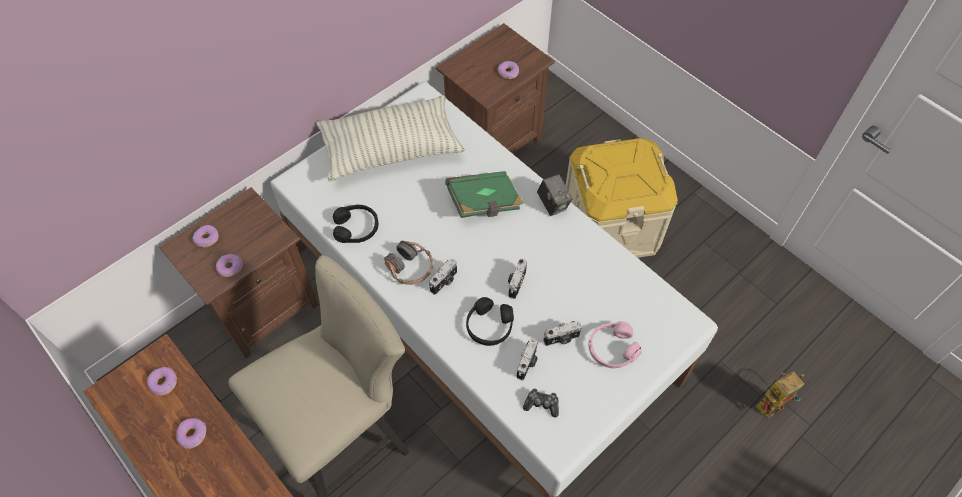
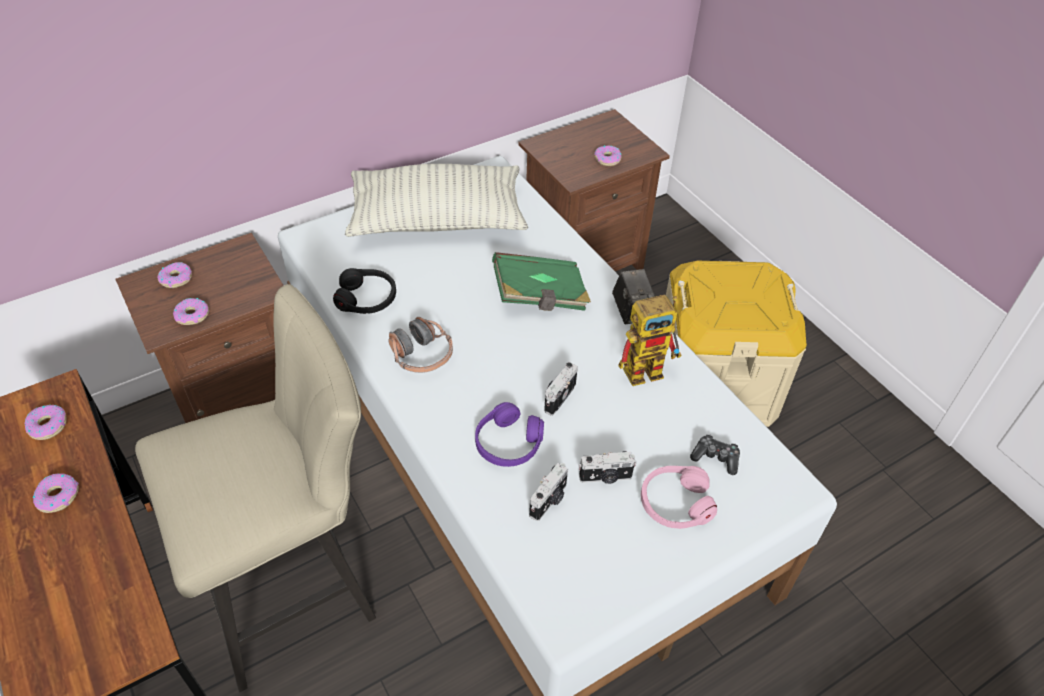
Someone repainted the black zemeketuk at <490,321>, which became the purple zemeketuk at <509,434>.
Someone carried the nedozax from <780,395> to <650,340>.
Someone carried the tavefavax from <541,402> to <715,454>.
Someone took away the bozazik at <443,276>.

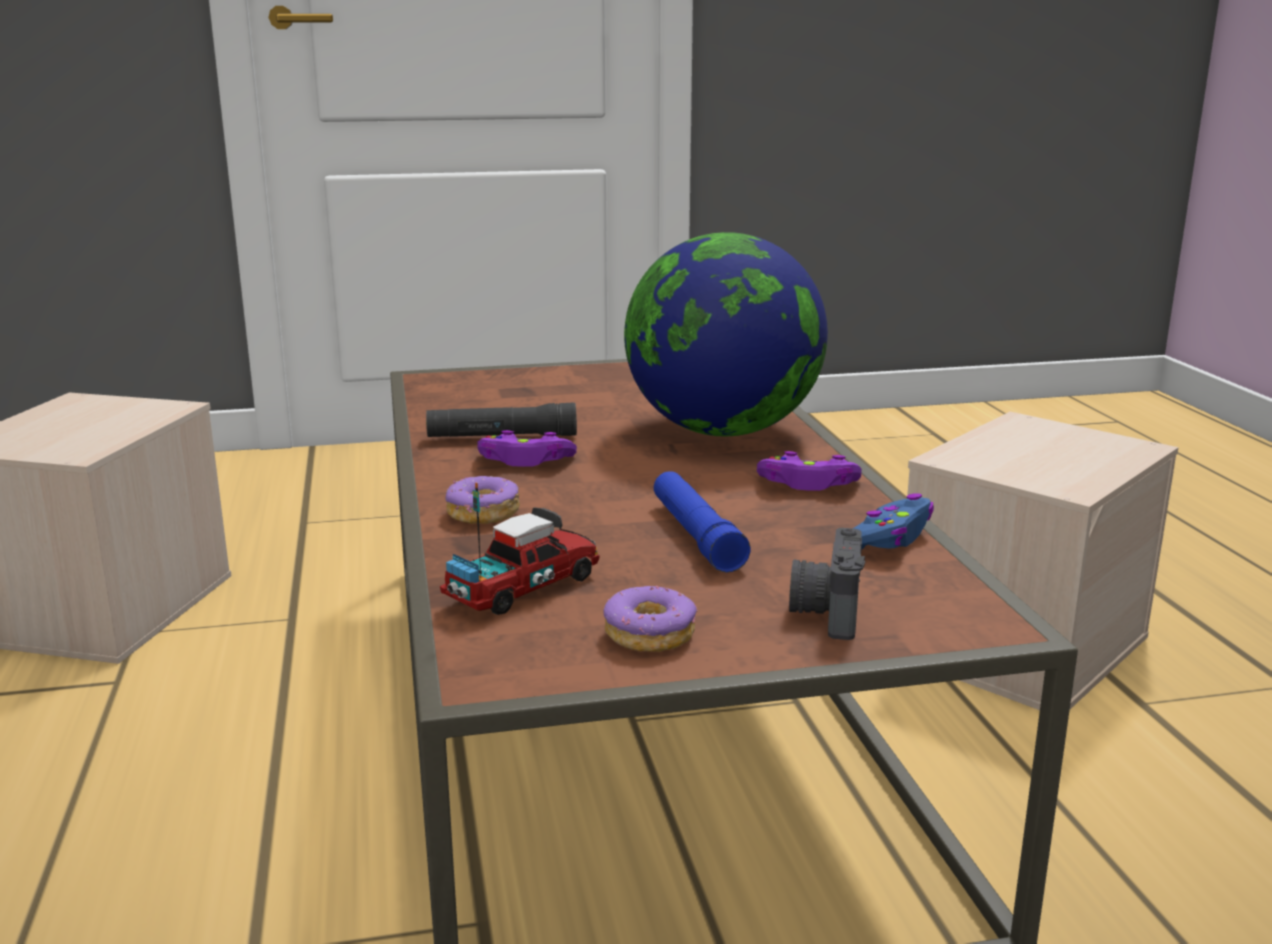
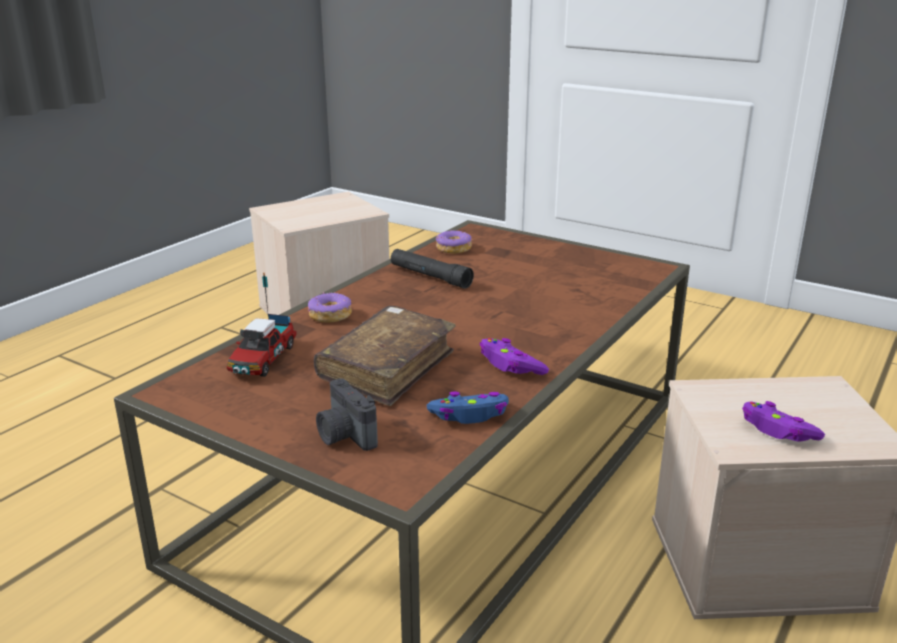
Someone rotated the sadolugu at <520,549> by 105 degrees clockwise.
Someone swapped the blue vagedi at <702,521> for the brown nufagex at <385,356>.
Someone rotated the bozazik at <827,584> by 90 degrees counterclockwise.
Someone carried the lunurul from <651,619> to <454,242>.
Someone carried the purple tavefavax from <527,448> to <783,421>.
Someone took away the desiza at <726,334>.

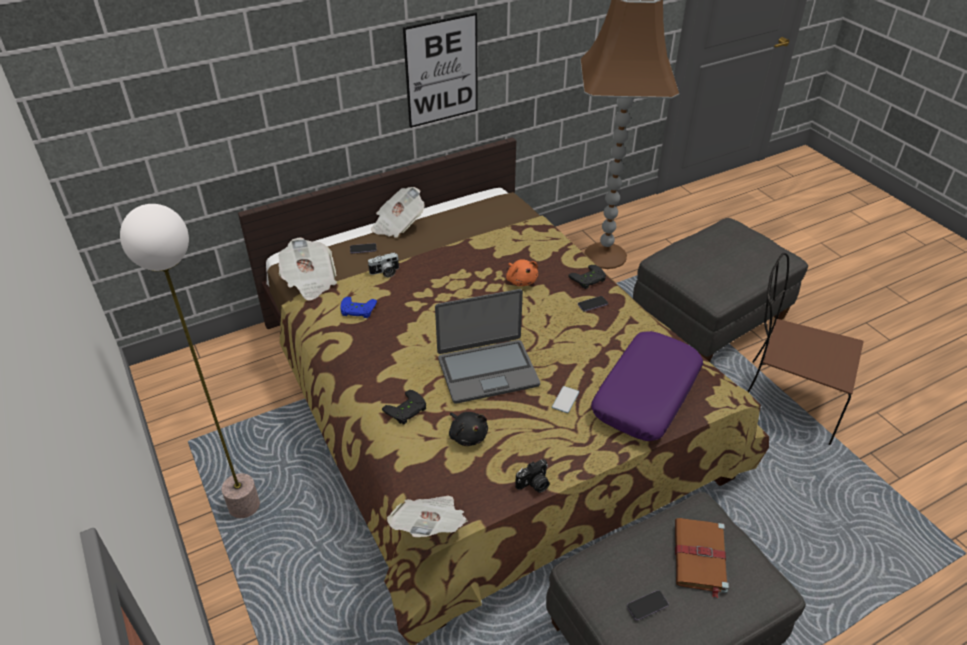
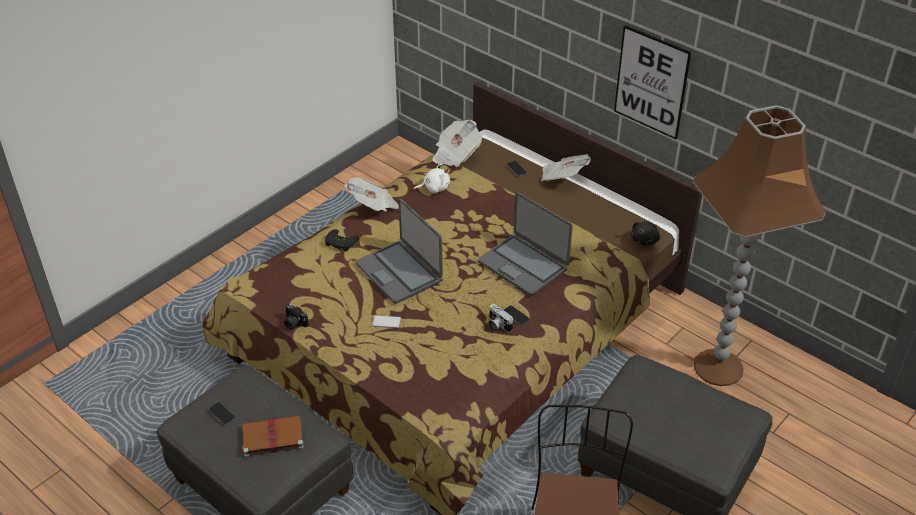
Someone carried the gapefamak from <427,516> to <371,194>.
Someone swapped the blue tavefavax at <359,307> for the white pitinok at <431,178>.
Someone swapped the orange pitinok at <522,272> for the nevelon at <525,244>.
Someone carried the bozazik from <383,265> to <500,318>.
Someone carried the black pitinok from <468,429> to <645,233>.
Someone took away the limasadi at <190,361>.
Someone took away the black tavefavax at <587,277>.
Someone took away the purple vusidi at <647,386>.

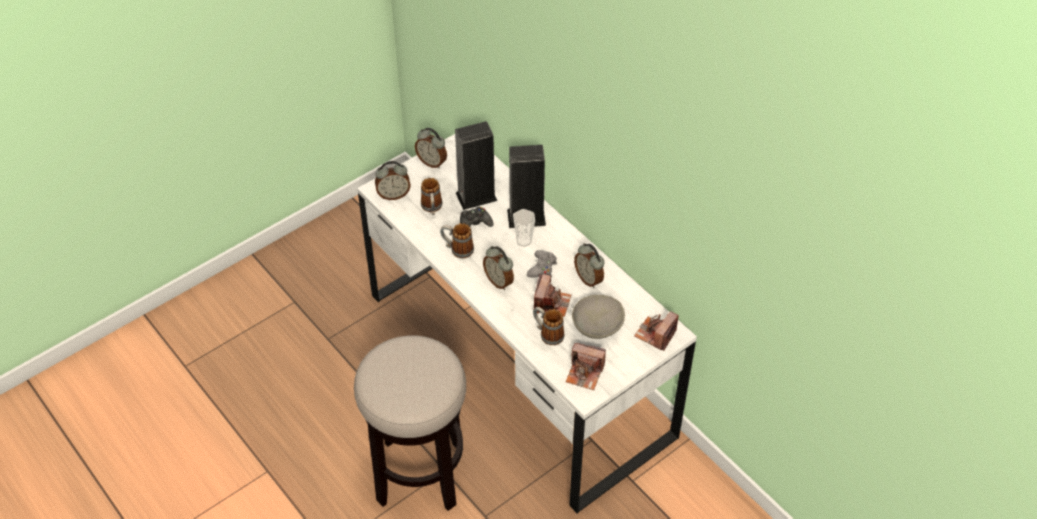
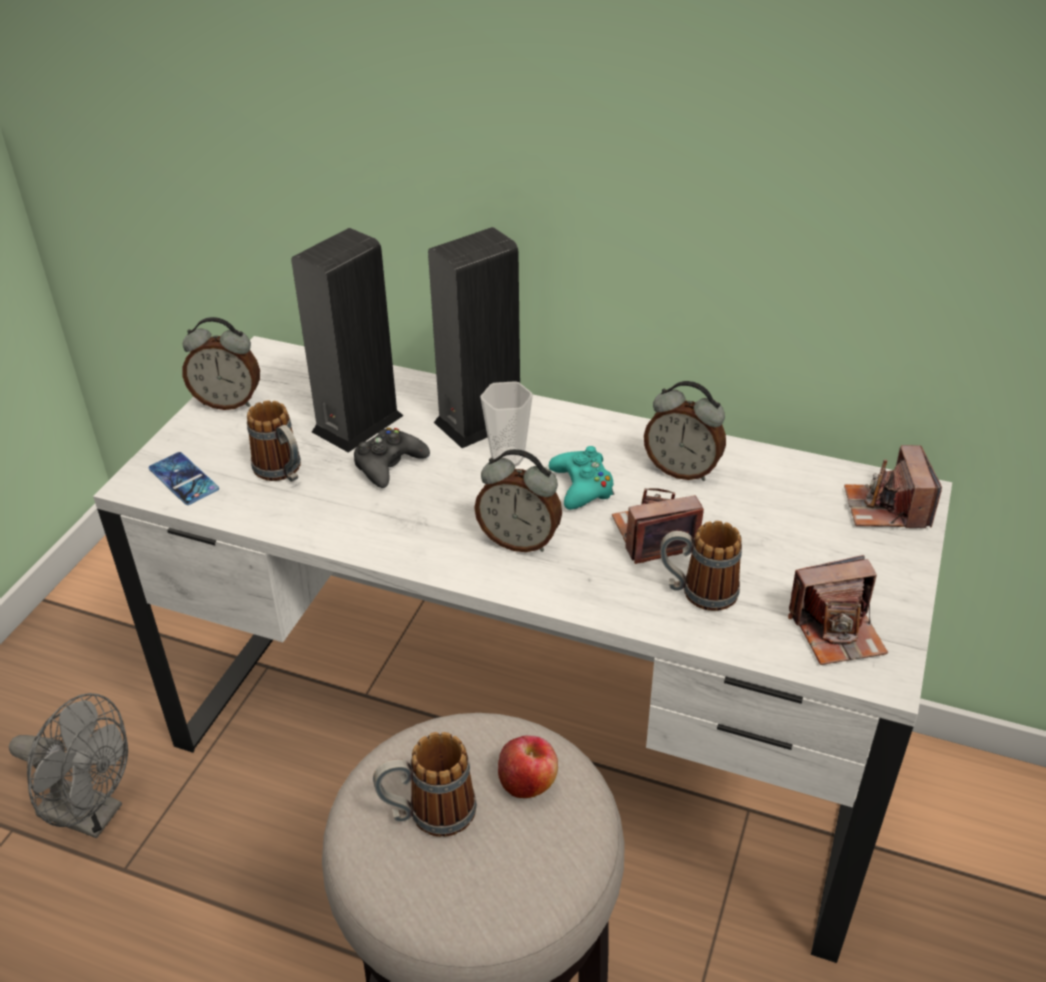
Someone put down the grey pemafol at <68,765>.
Someone swapped the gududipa at <393,180> for the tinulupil at <184,478>.
Someone carried the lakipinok from <457,240> to <425,784>.
Someone put down the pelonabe at <528,767>.
Someone repainted the grey tavefavax at <542,264>, which became the turquoise tavefavax at <581,478>.
Someone rotated the bozazik at <552,295> by 90 degrees counterclockwise.
Someone took away the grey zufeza at <598,317>.

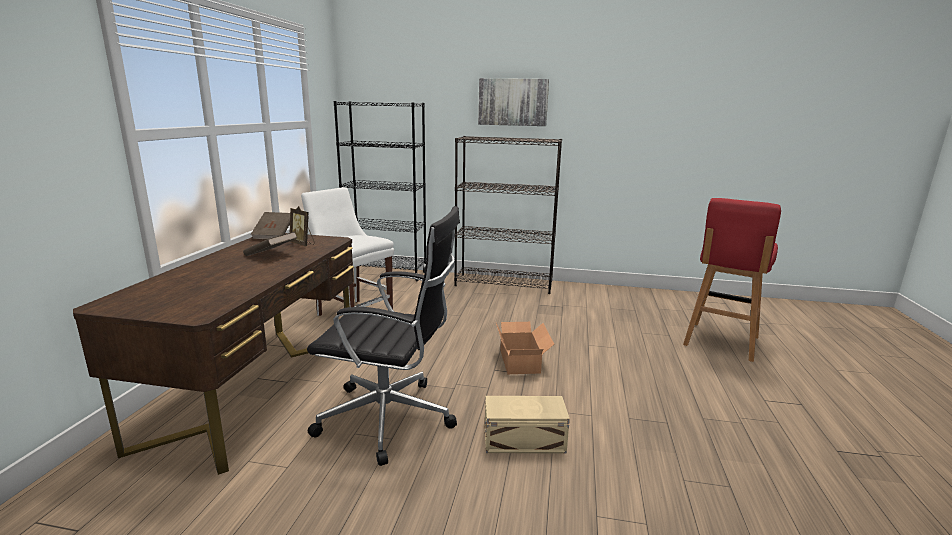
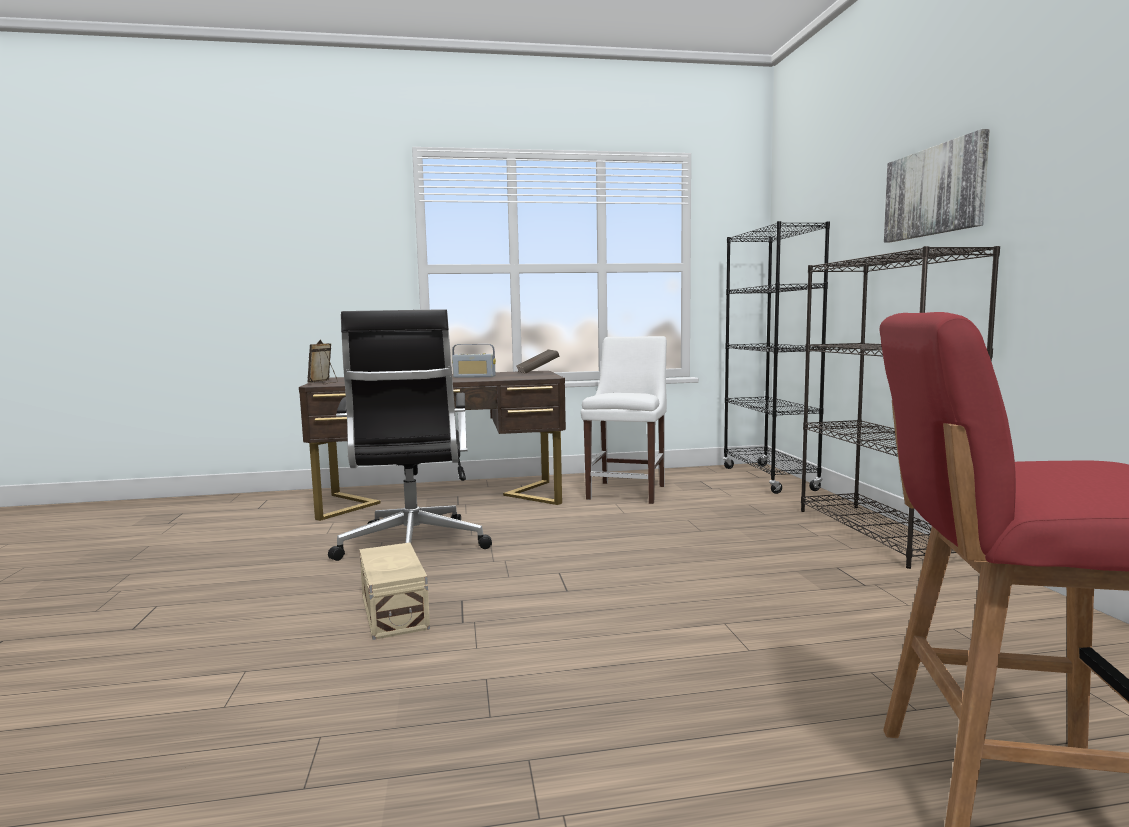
Someone carried the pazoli from <302,226> to <323,362>.
Someone swapped the brown nufagex at <270,244> for the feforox at <474,361>.
Someone took away the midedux at <525,348>.

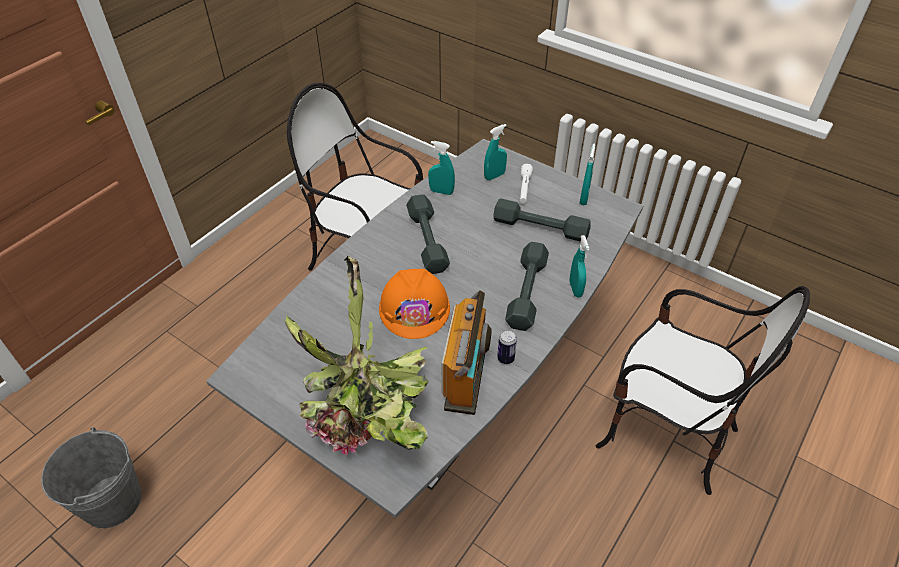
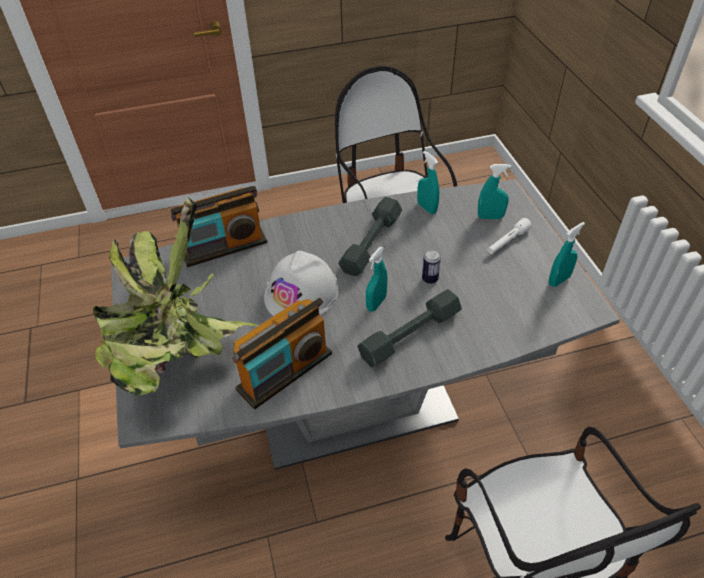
Someone put down the feforox at <218,226>.
Someone repainted the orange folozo at <414,304>, which became the white folozo at <301,283>.
Someone carried the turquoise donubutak from <579,266> to <376,279>.
Someone carried the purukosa from <507,347> to <431,267>.
Someone took away the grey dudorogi at <91,477>.
Someone took away the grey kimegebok at <542,220>.

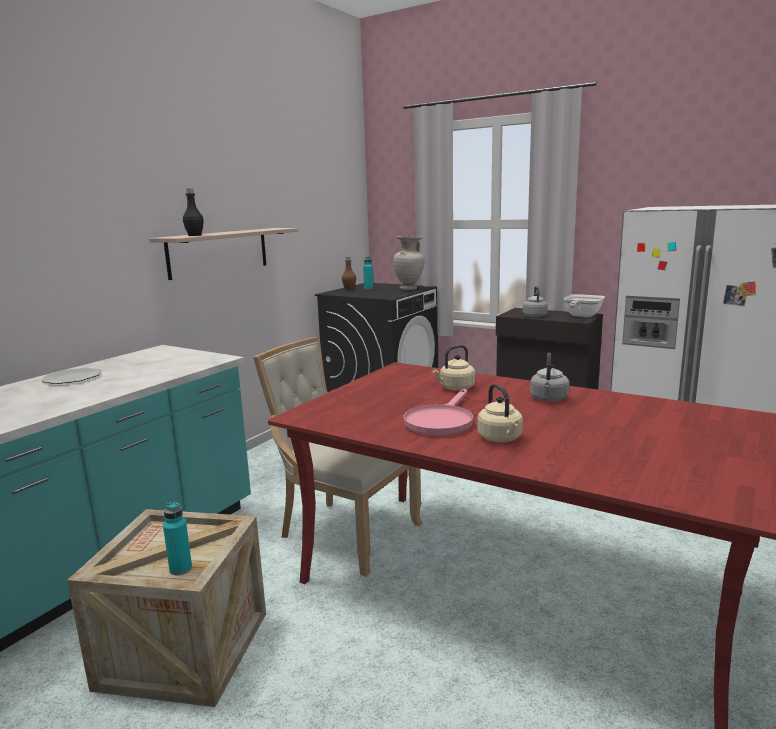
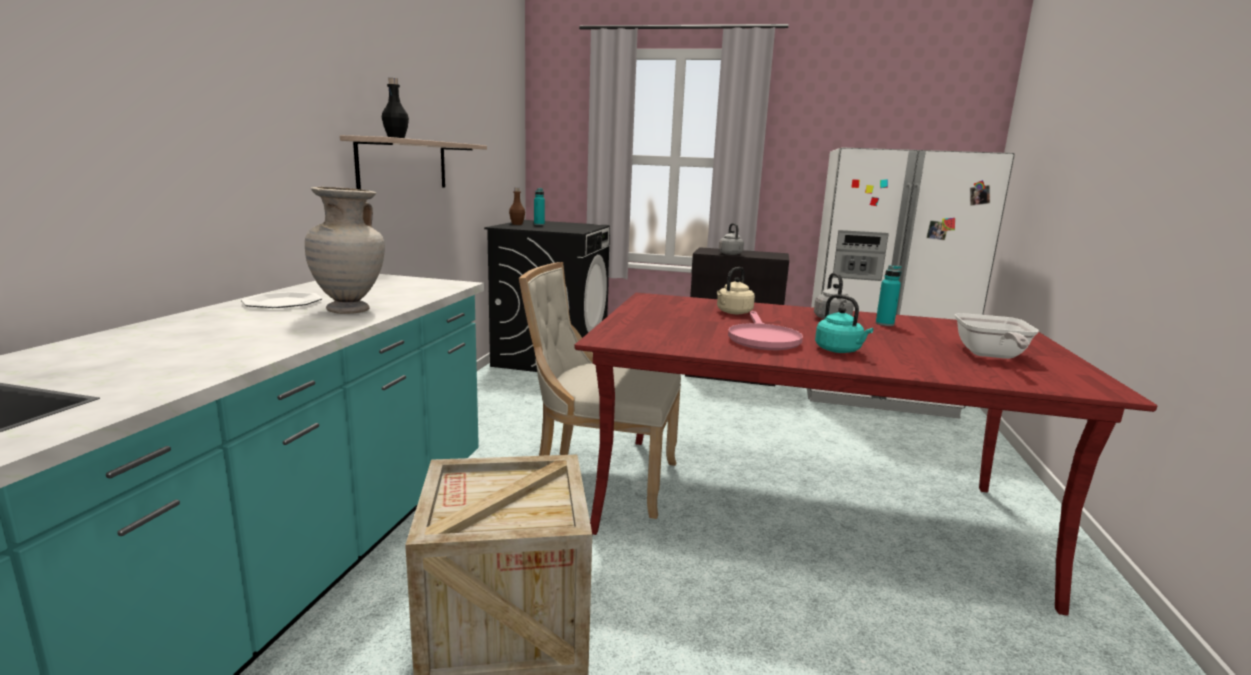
Someone carried the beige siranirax from <409,263> to <345,250>.
Someone repainted the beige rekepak at <500,413>, which became the turquoise rekepak at <844,323>.
Someone carried the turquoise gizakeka from <177,538> to <889,295>.
Someone carried the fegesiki from <584,305> to <997,336>.

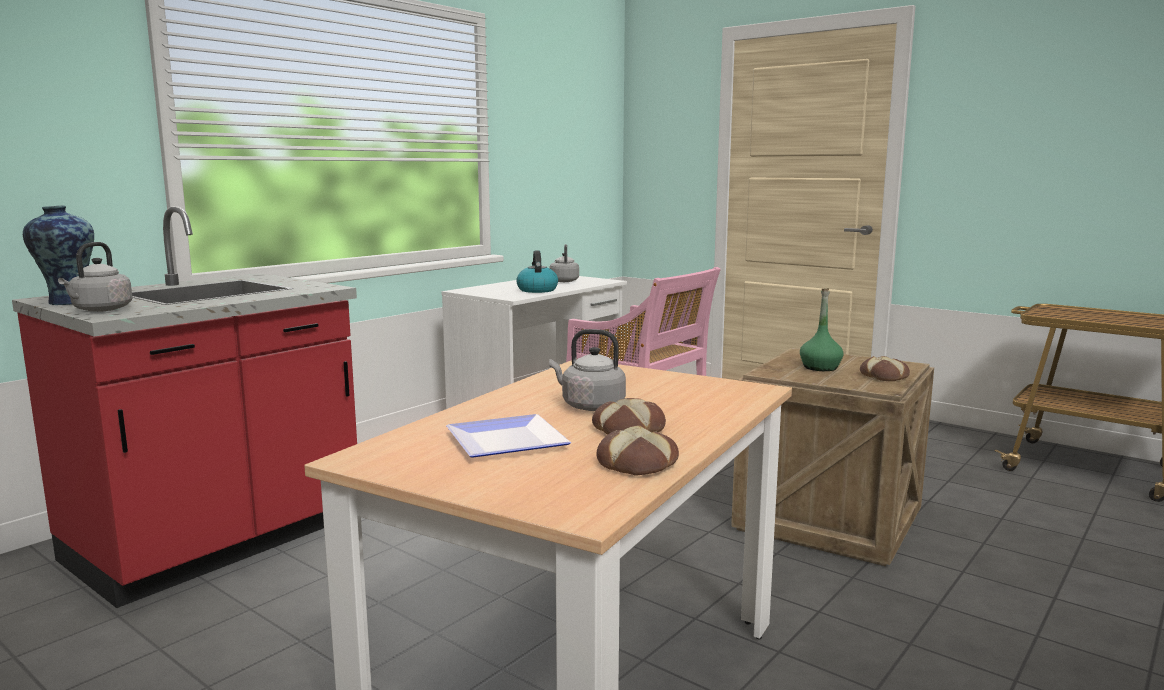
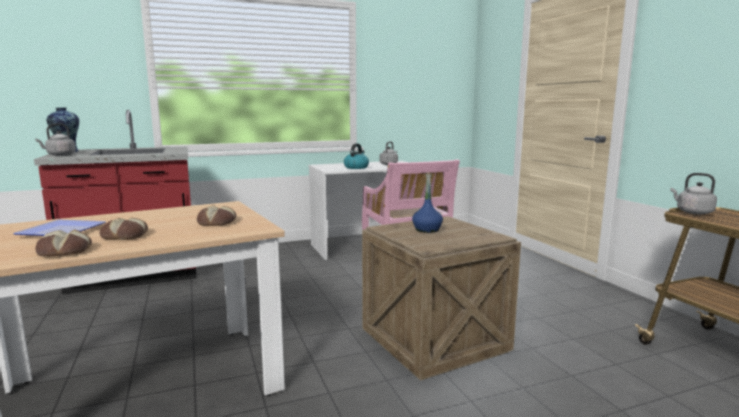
Someone carried the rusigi from <885,368> to <216,215>.
Someone repainted the green gizakeka at <822,329>, which became the blue gizakeka at <427,202>.
Someone carried the grey rekepak from <587,370> to <693,193>.

